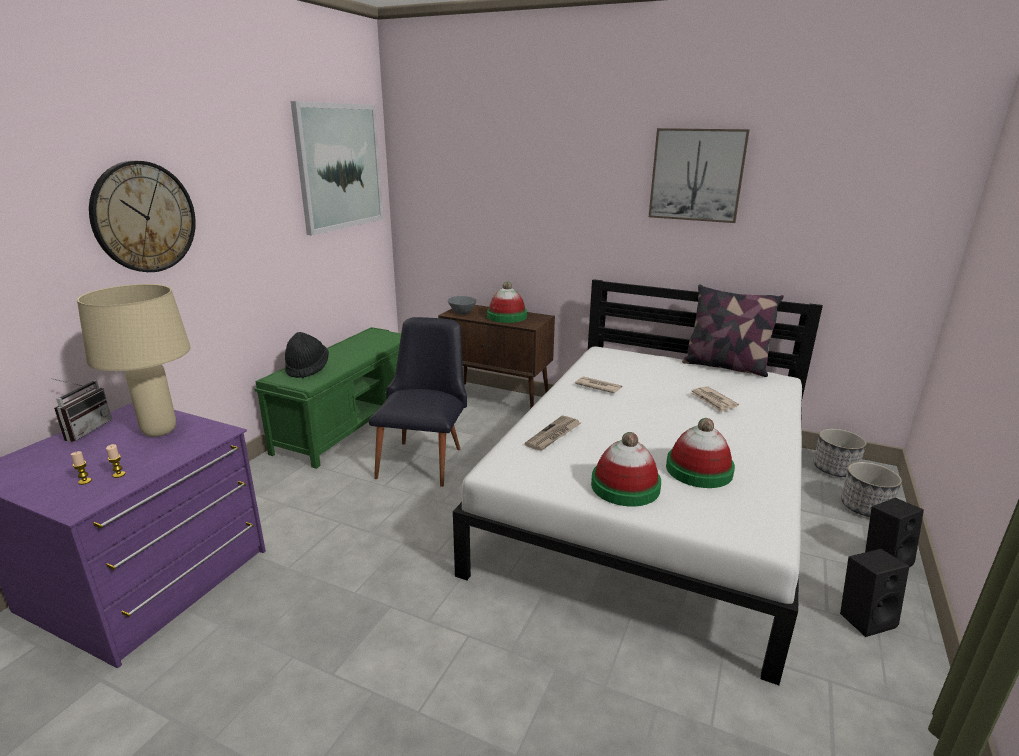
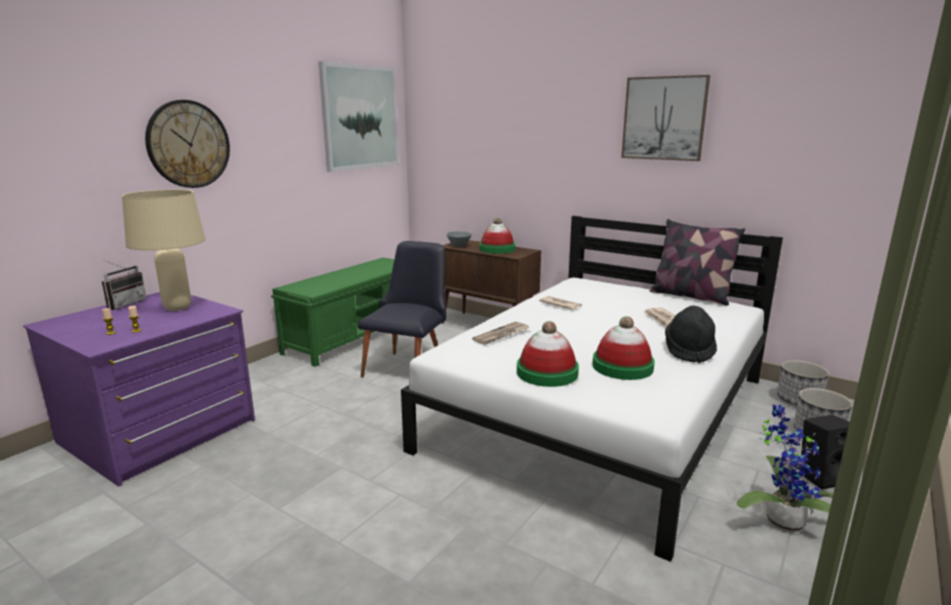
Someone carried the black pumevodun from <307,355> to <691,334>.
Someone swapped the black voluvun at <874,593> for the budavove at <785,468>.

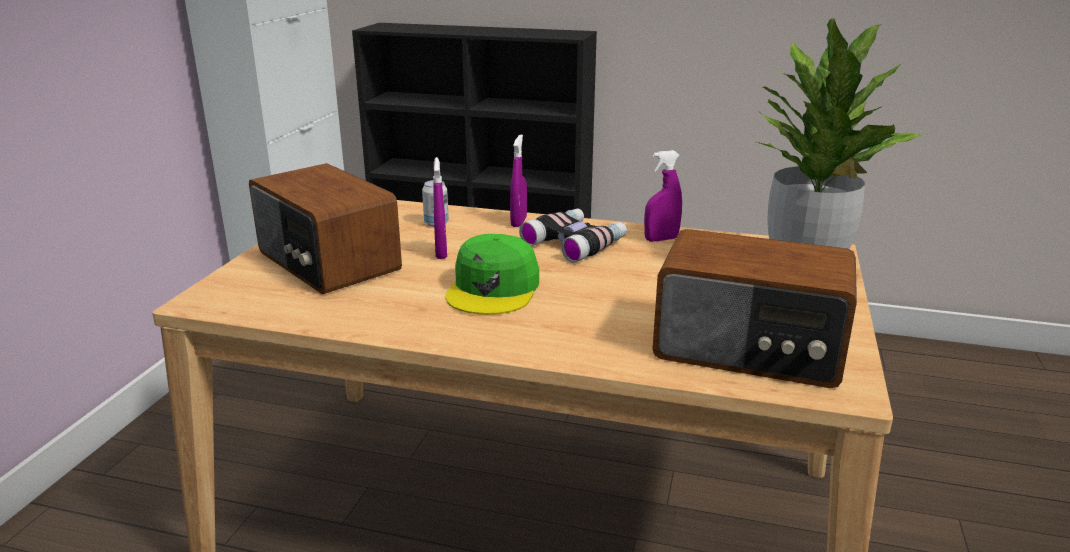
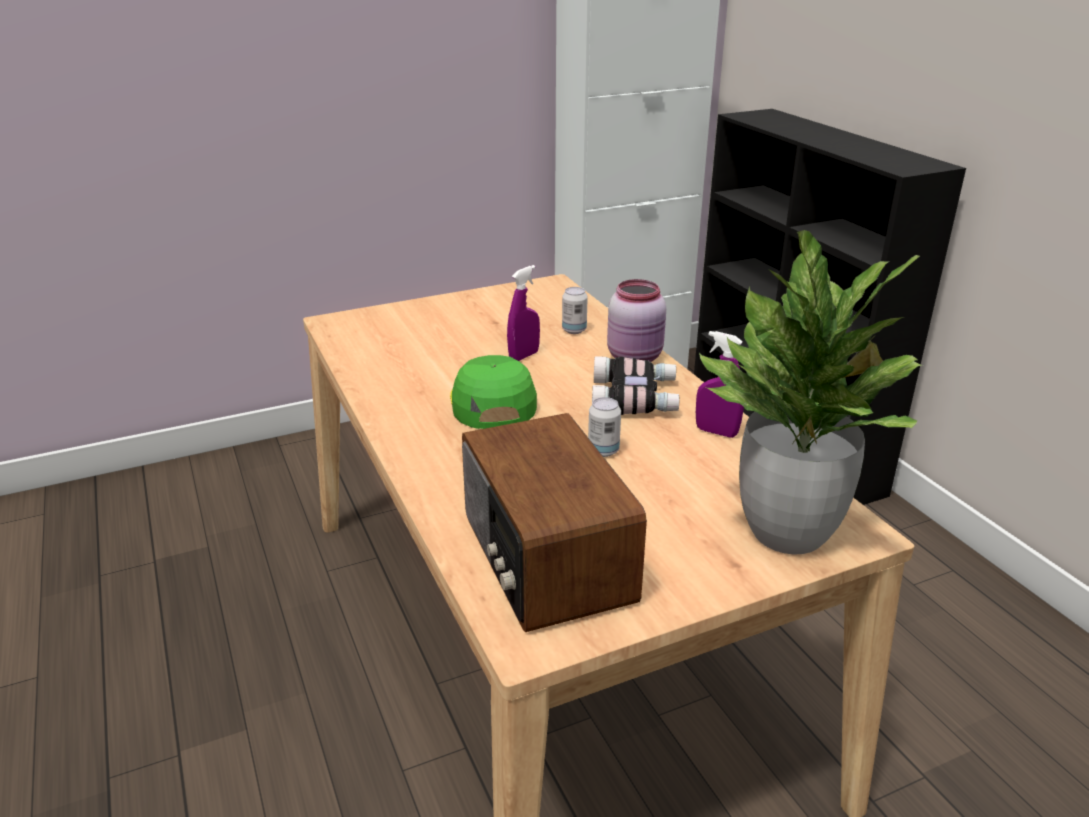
Someone rotated the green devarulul at <492,274> by 105 degrees clockwise.
Someone put down the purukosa at <604,427>.
Someone swapped the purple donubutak at <518,180> for the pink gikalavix at <636,320>.
Someone took away the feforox at <325,228>.

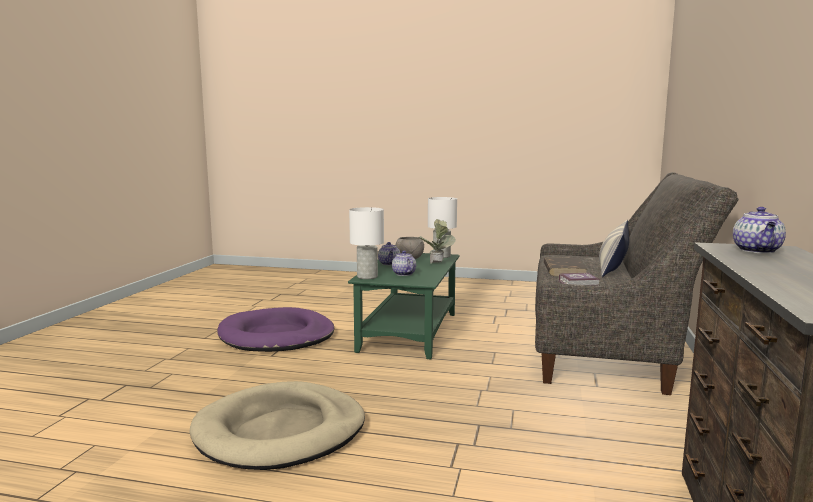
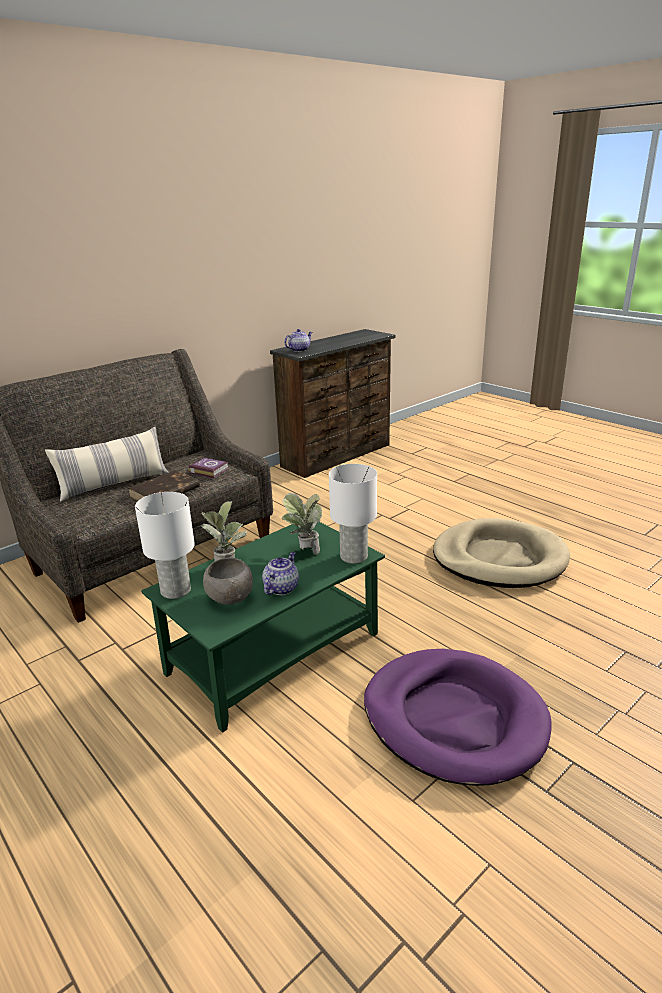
Someone swapped the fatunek at <404,263> for the budavove at <302,524>.

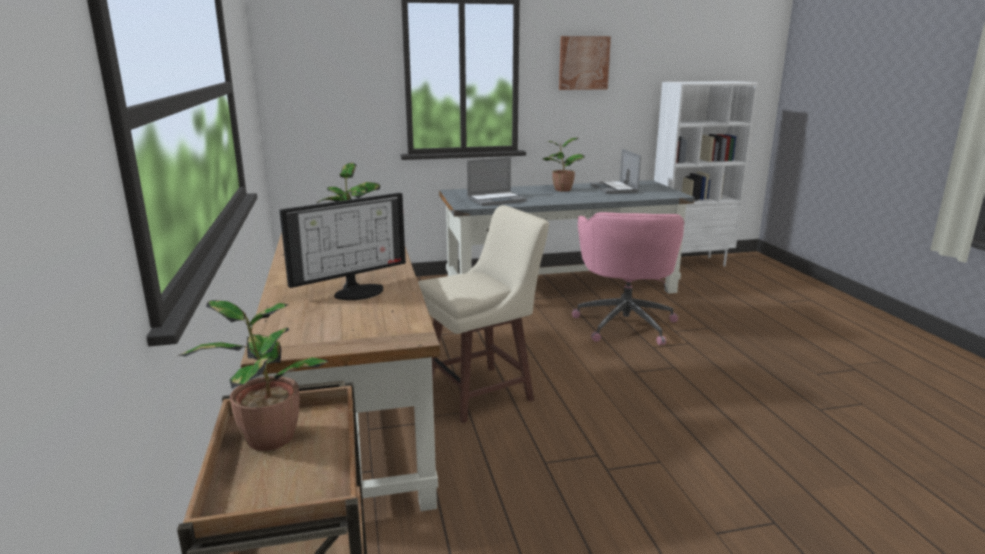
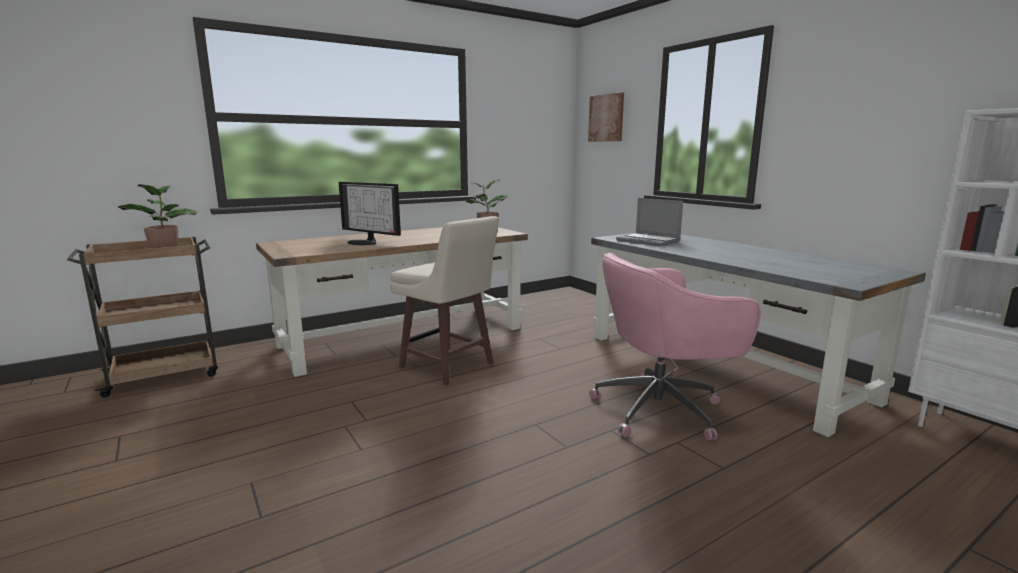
Someone carried the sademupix from <585,63> to <606,117>.
Someone took away the budavove at <563,164>.
Someone took away the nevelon at <615,171>.

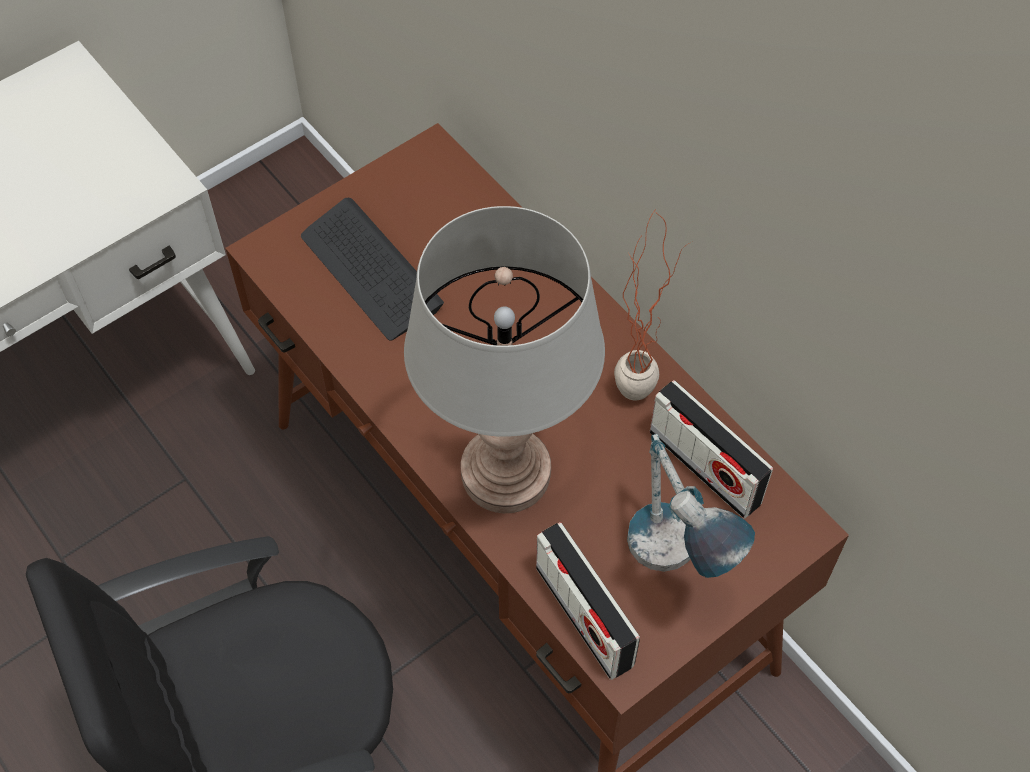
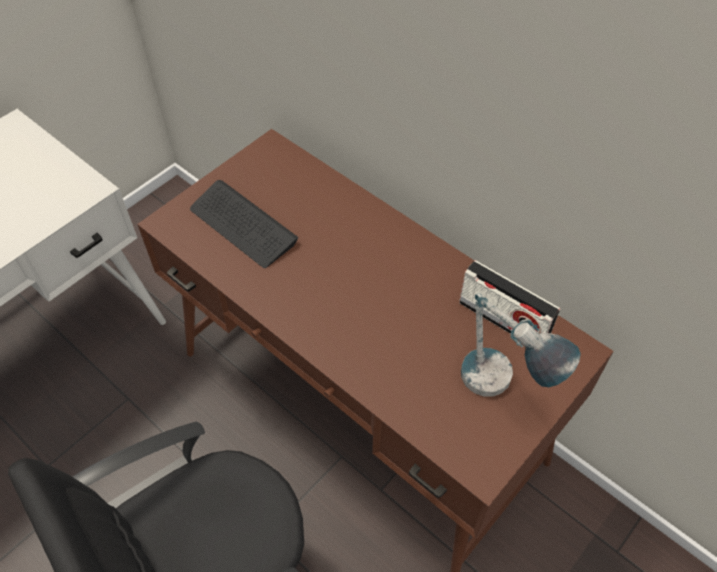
Someone took away the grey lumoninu at <504,359>.
Someone took away the feforox at <588,601>.
Someone took away the budavove at <652,304>.

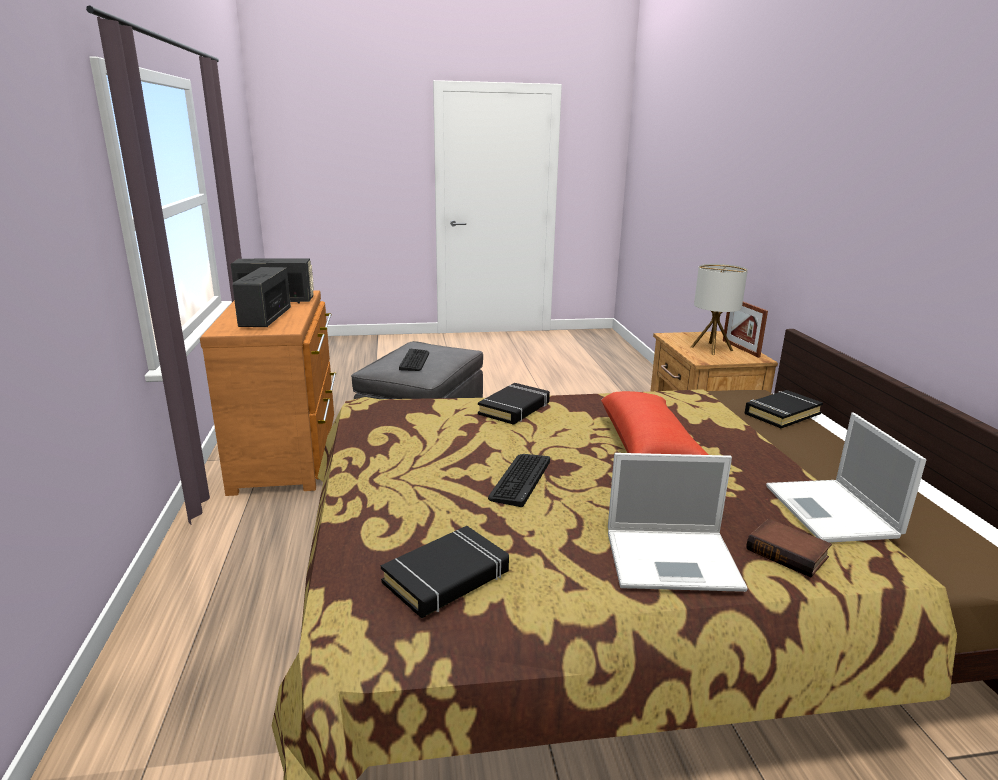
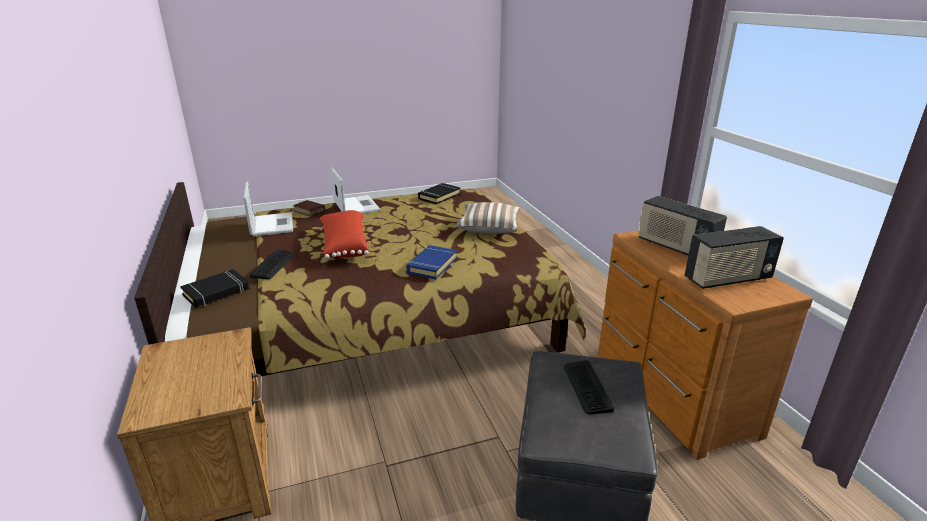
Someone carried the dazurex from <519,480> to <272,264>.
Someone rotated the nevelon at <678,522> by 75 degrees clockwise.
Someone repainted the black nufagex at <514,404>, which became the blue nufagex at <431,262>.
Someone put down the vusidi at <488,218>.
Someone rotated the feforox at <261,297> by 150 degrees clockwise.
Someone took away the lumoninu at <719,309>.
Someone took away the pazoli at <745,330>.

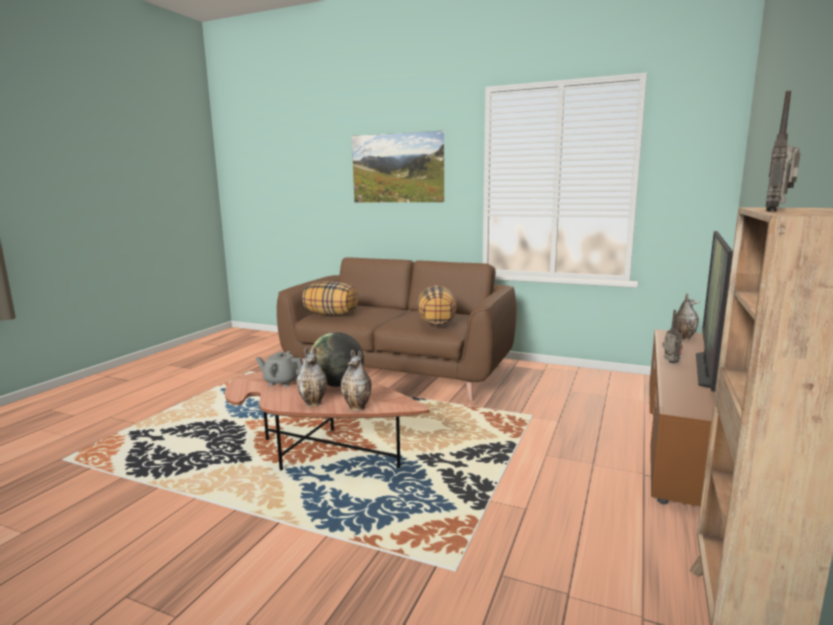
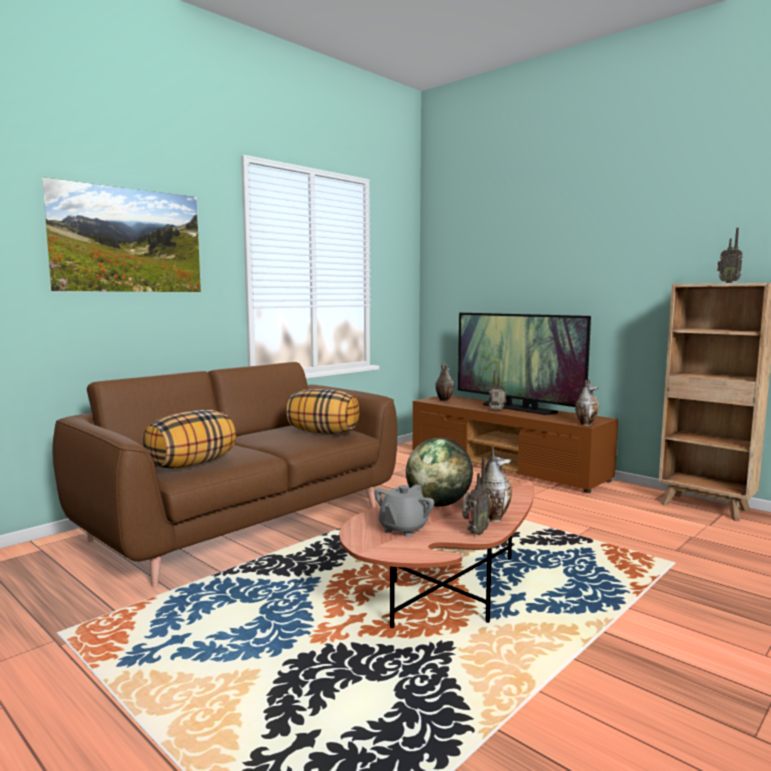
Someone put down the feforox at <476,496>.
Someone carried the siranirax from <356,380> to <587,402>.

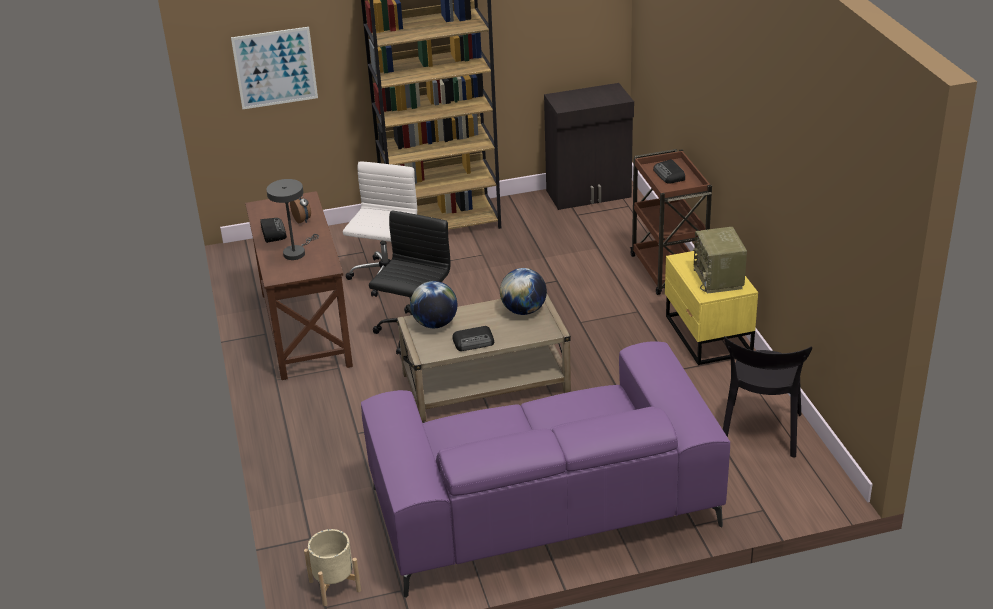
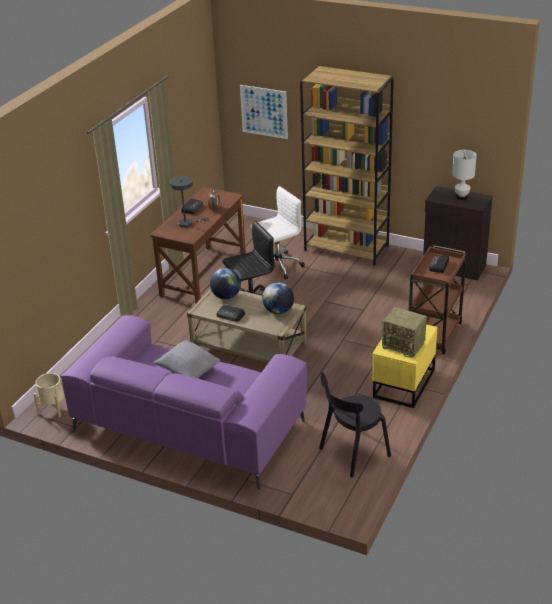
Someone put down the grey vusidi at <186,359>.
Someone rotated the feforox at <720,260> by 90 degrees counterclockwise.
Someone put down the white lumoninu at <464,175>.

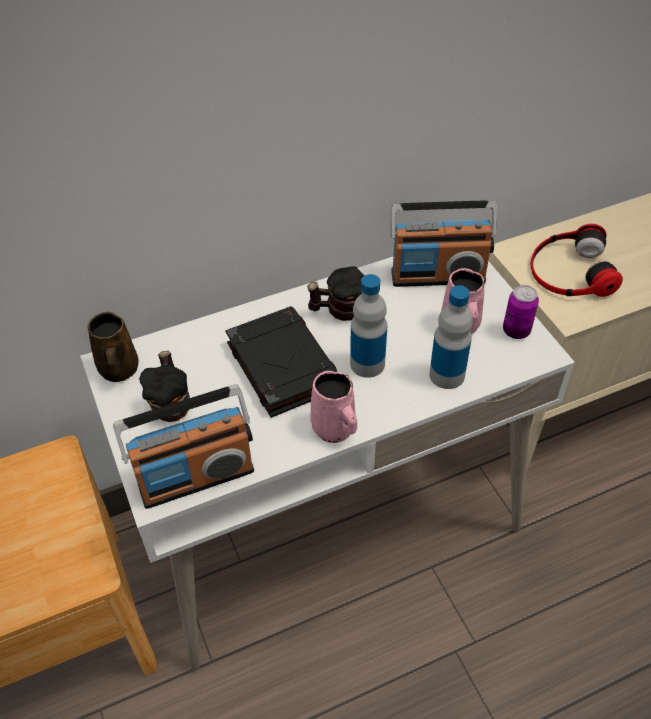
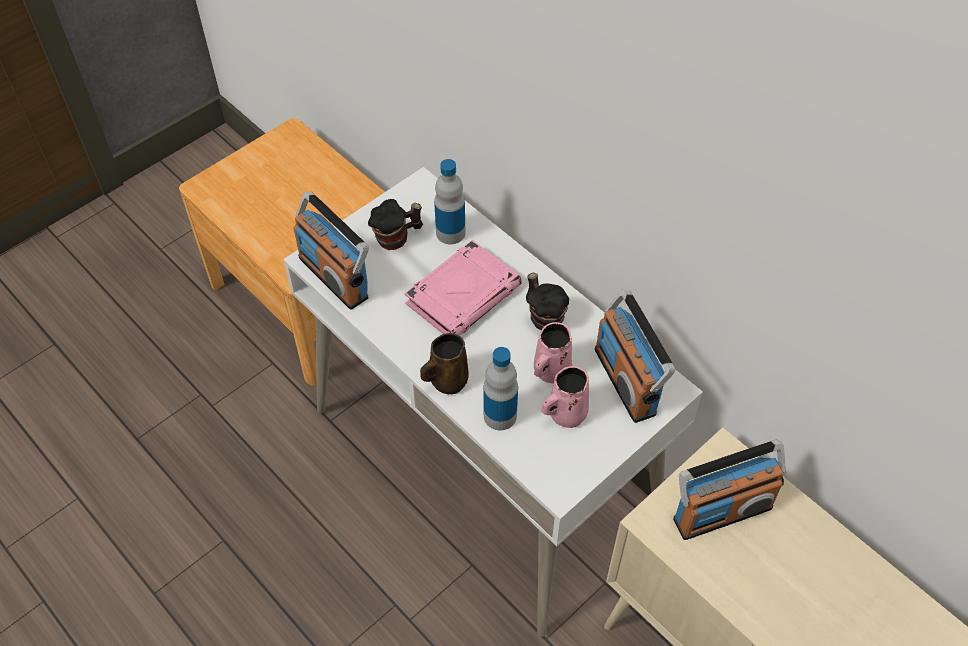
Someone repainted the black nufagex at <281,362>, which became the pink nufagex at <463,288>.
Someone carried the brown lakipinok from <113,347> to <444,363>.
Someone carried the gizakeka from <368,326> to <449,201>.
Someone carried the pink lakipinok from <334,407> to <553,353>.
Someone swapped the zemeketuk at <577,260> for the feforox at <729,489>.
Someone took away the purukosa at <521,312>.

